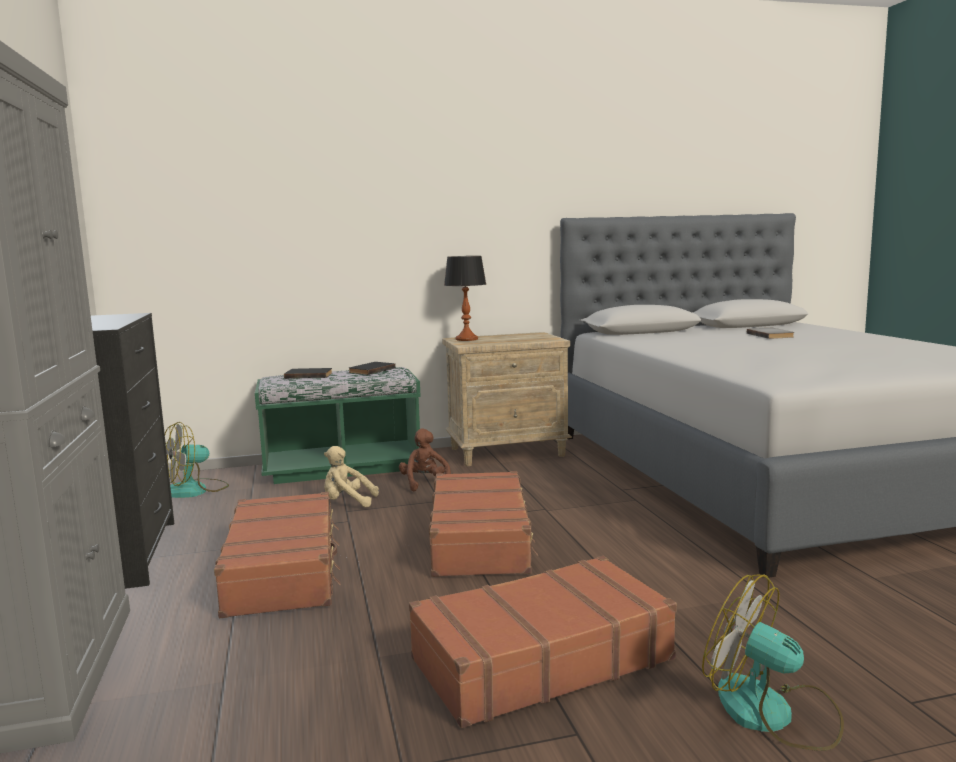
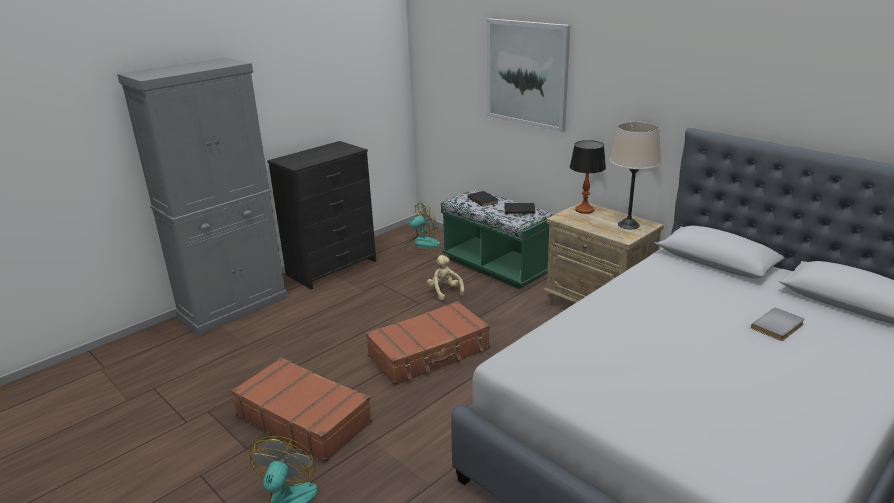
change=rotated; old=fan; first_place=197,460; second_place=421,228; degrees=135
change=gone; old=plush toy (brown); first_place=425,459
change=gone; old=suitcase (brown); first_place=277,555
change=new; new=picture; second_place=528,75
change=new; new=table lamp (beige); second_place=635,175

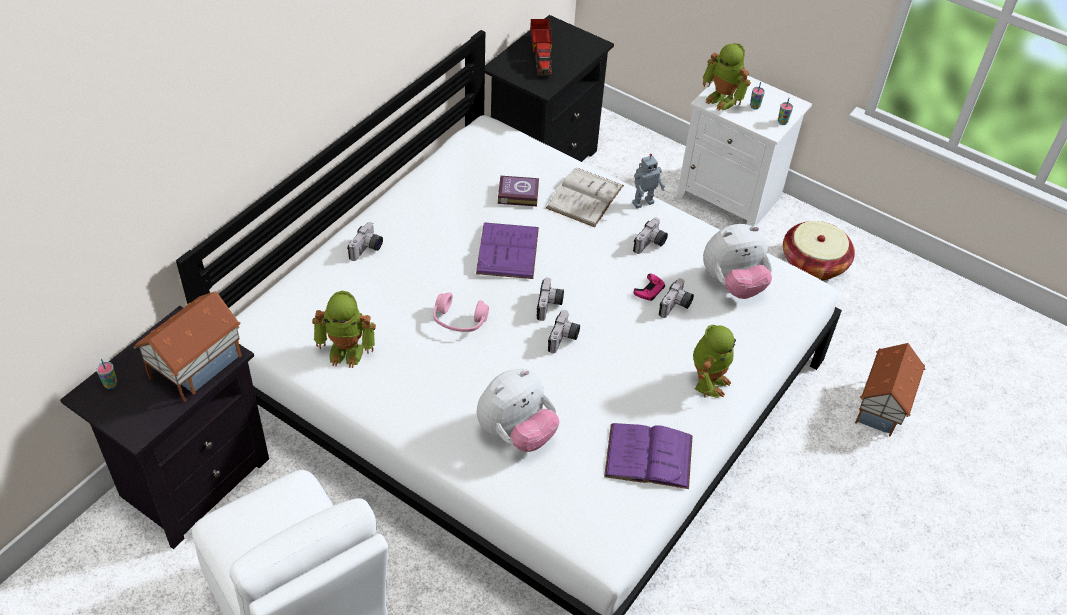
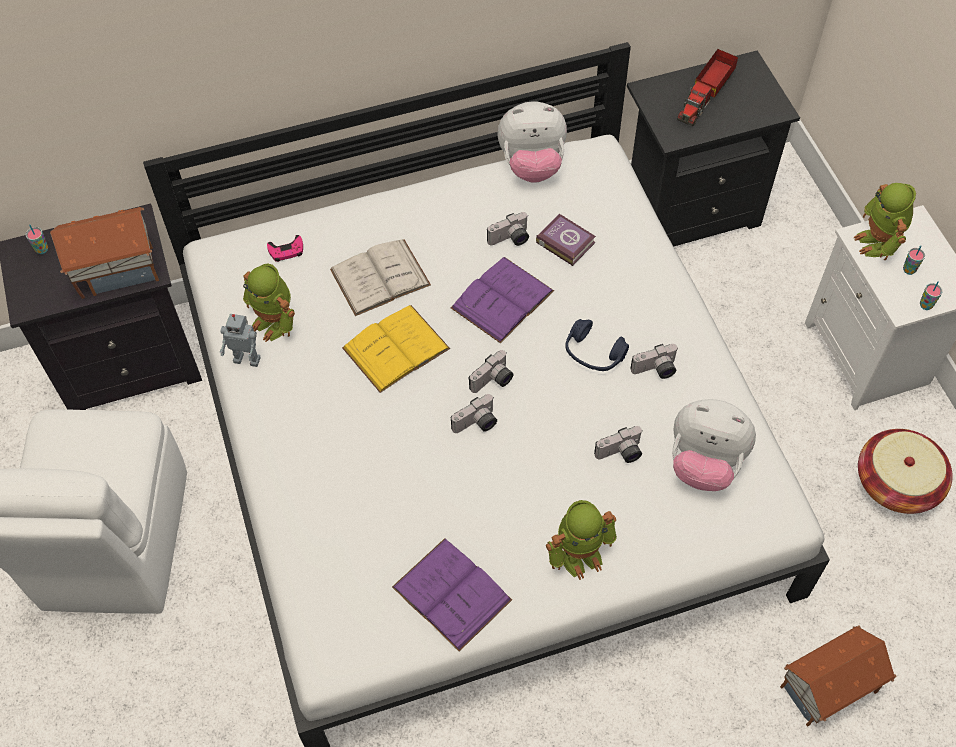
change=shifted; old=toy robot; first_place=648,181; second_place=240,340
change=shifted; old=book (white); first_place=585,197; second_place=380,277
change=shifted; old=photo camera; first_place=365,241; second_place=508,229
change=shifted; old=game controller (pink); first_place=649,287; second_place=285,248
change=swapped; old=headphones (pink); new=book (yellow); first_place=461,312; second_place=396,349
change=shifted; old=plush toy; first_place=518,410; second_place=532,142
change=new; new=headphones (blue); second_place=597,345

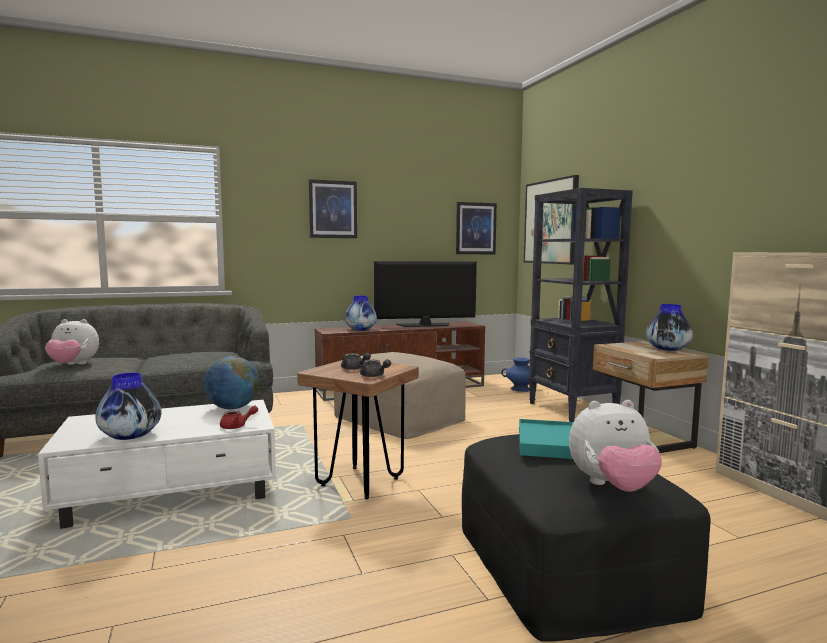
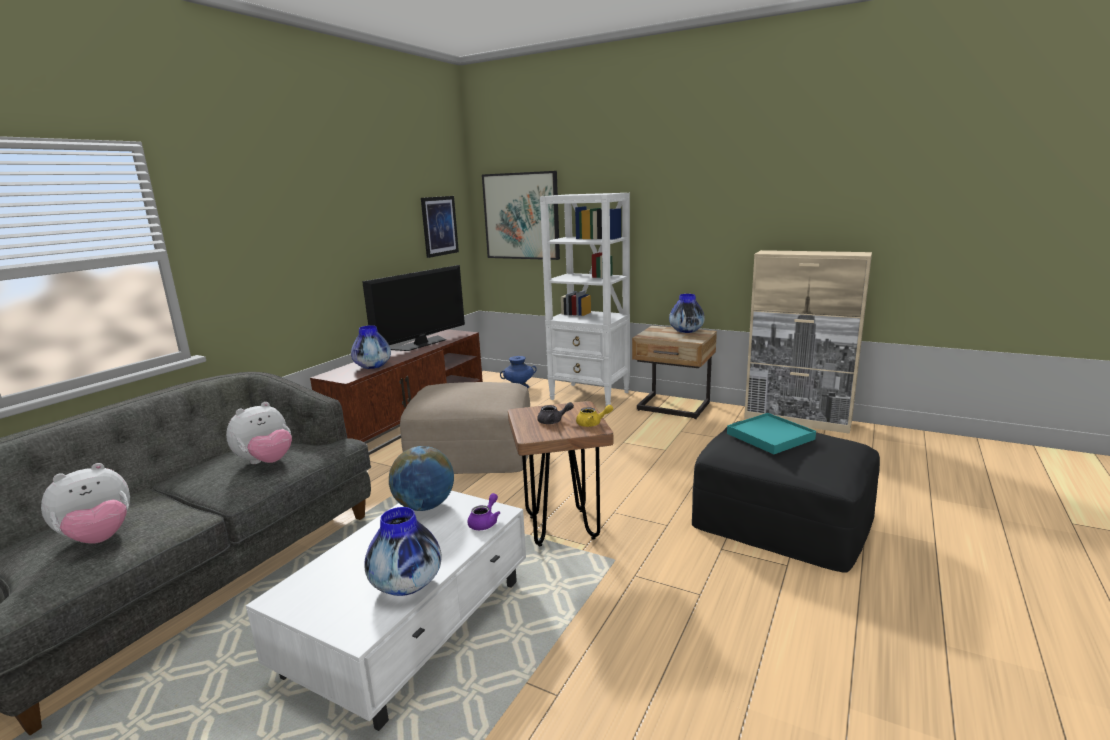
change=gone; old=picture; first_place=333,208
change=repainted; old=bookcase (black); new=bookcase (white); first_place=581,305; second_place=585,299
change=repainted; old=teapot (grey); new=teapot (yellow); first_place=375,368; second_place=594,416
change=shifted; old=plush toy; first_place=615,446; second_place=259,433
change=repainted; old=teapot (red); new=teapot (purple); first_place=239,417; second_place=483,511

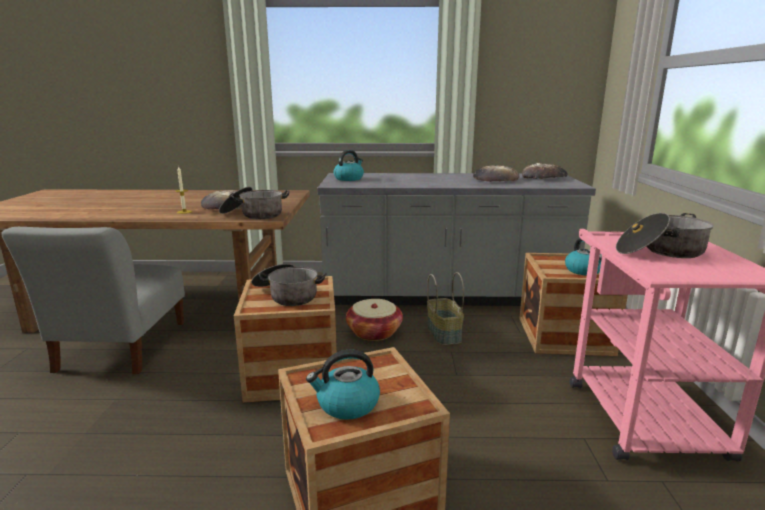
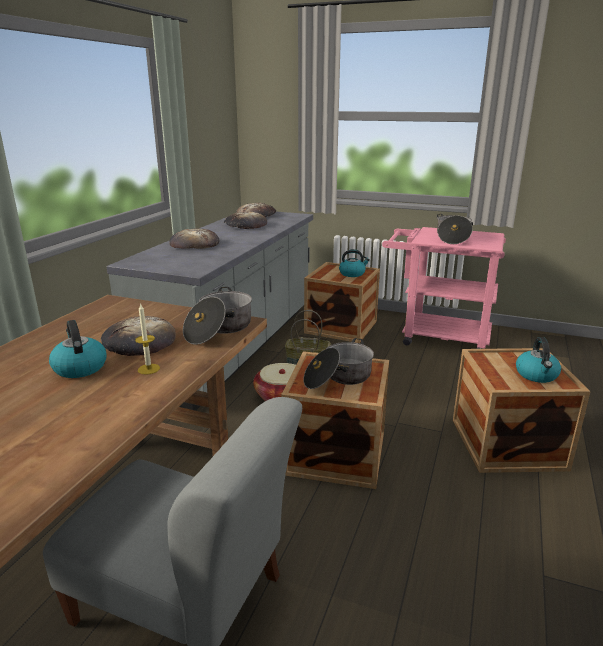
change=shifted; old=kettle; first_place=349,165; second_place=78,349
change=new; new=bread; second_place=194,239

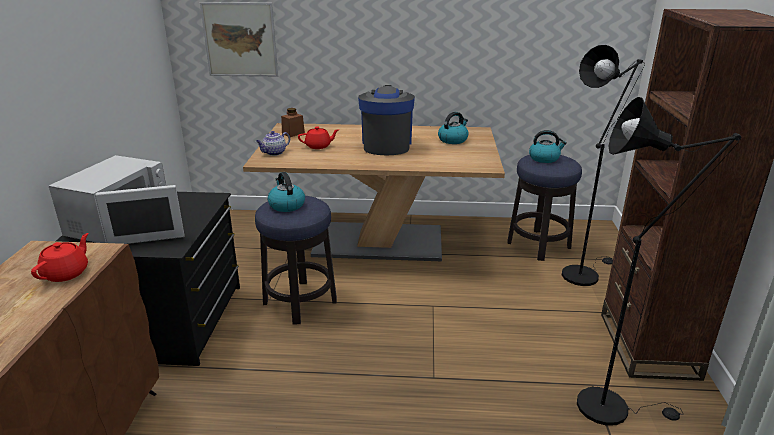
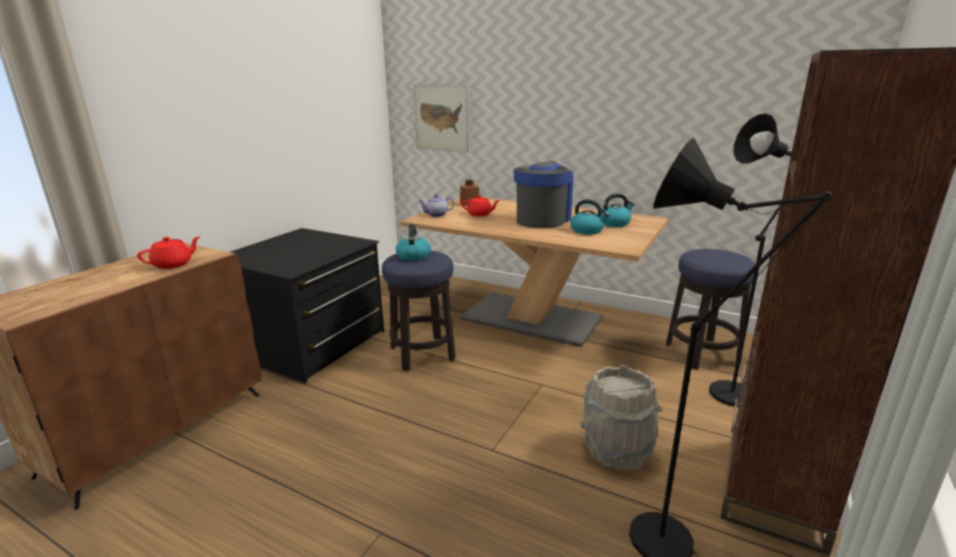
change=shifted; old=kettle; first_place=548,146; second_place=590,216
change=gone; old=microwave (white); first_place=117,199
change=new; new=bucket (grey); second_place=621,417

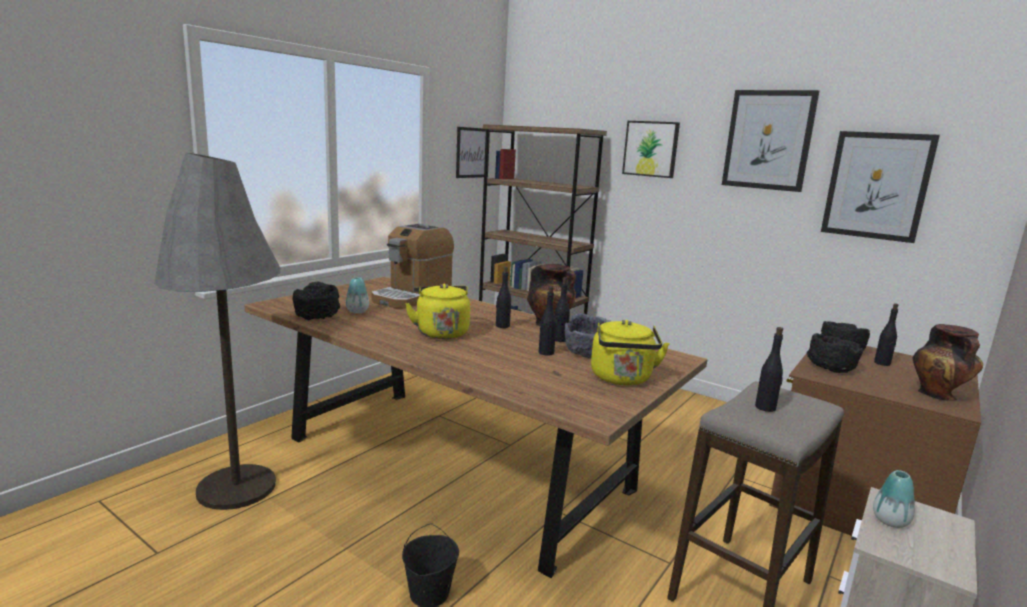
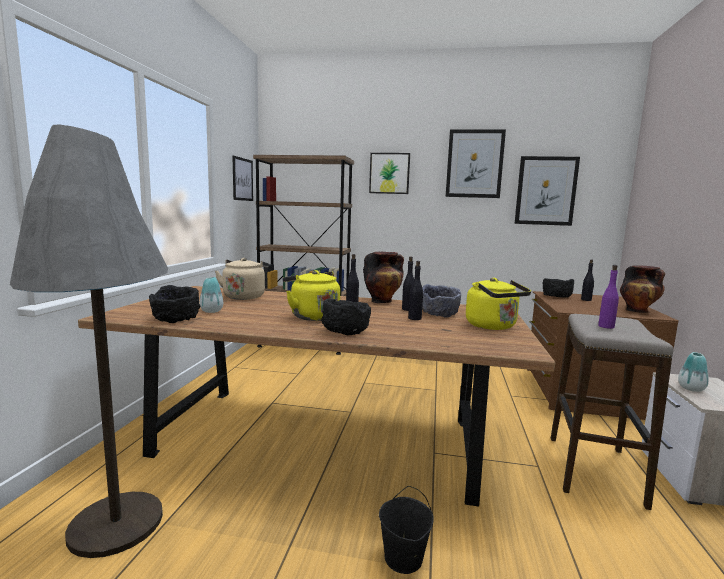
change=swapped; old=coffee machine; new=kettle (beige); first_place=412,266; second_place=242,279
change=repainted; old=bottle (black); new=bottle (purple); first_place=769,369; second_place=608,297
change=shifted; old=bowl (black); first_place=834,353; second_place=346,316

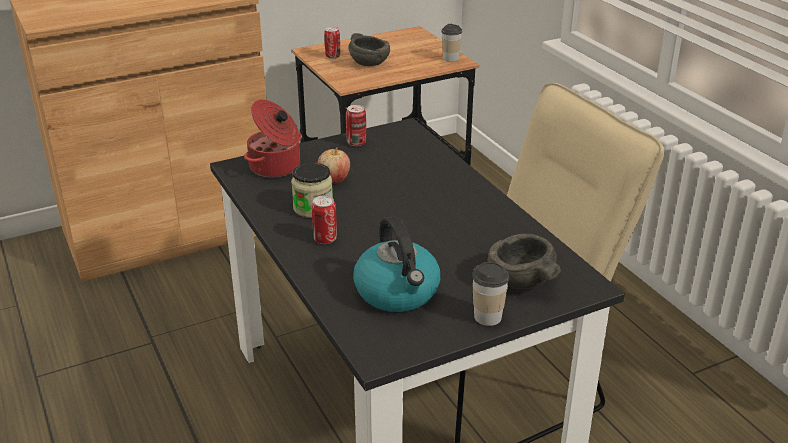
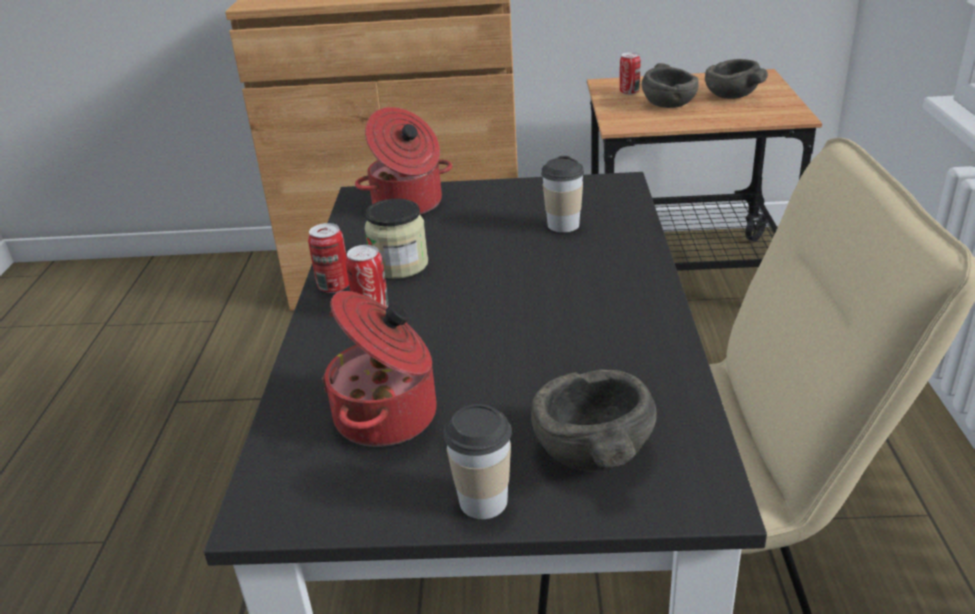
change=shifted; old=cup; first_place=451,43; second_place=562,194
change=shifted; old=can; first_place=356,125; second_place=328,258
change=gone; old=apple; first_place=333,165
change=swapped; old=kettle; new=cooking pot; first_place=396,264; second_place=379,369
change=new; new=bowl (grey); second_place=736,79

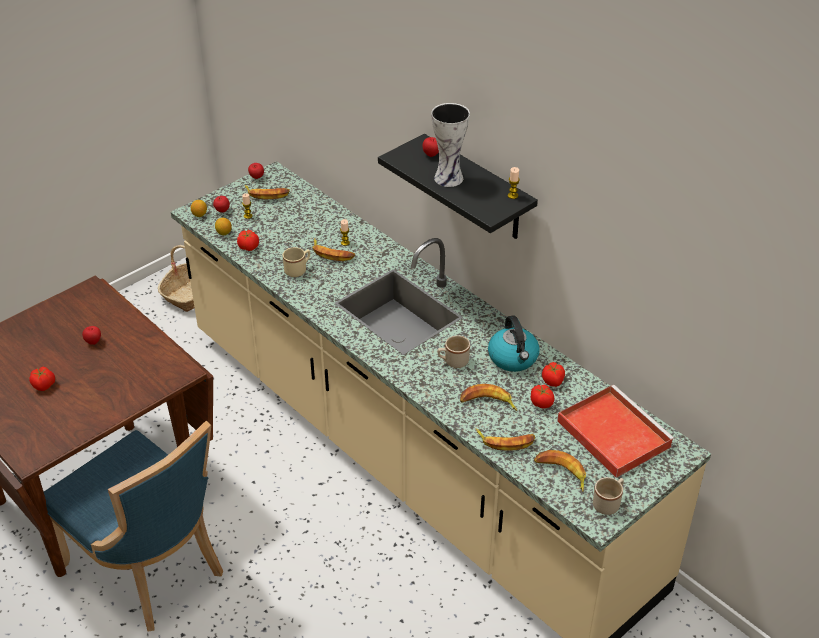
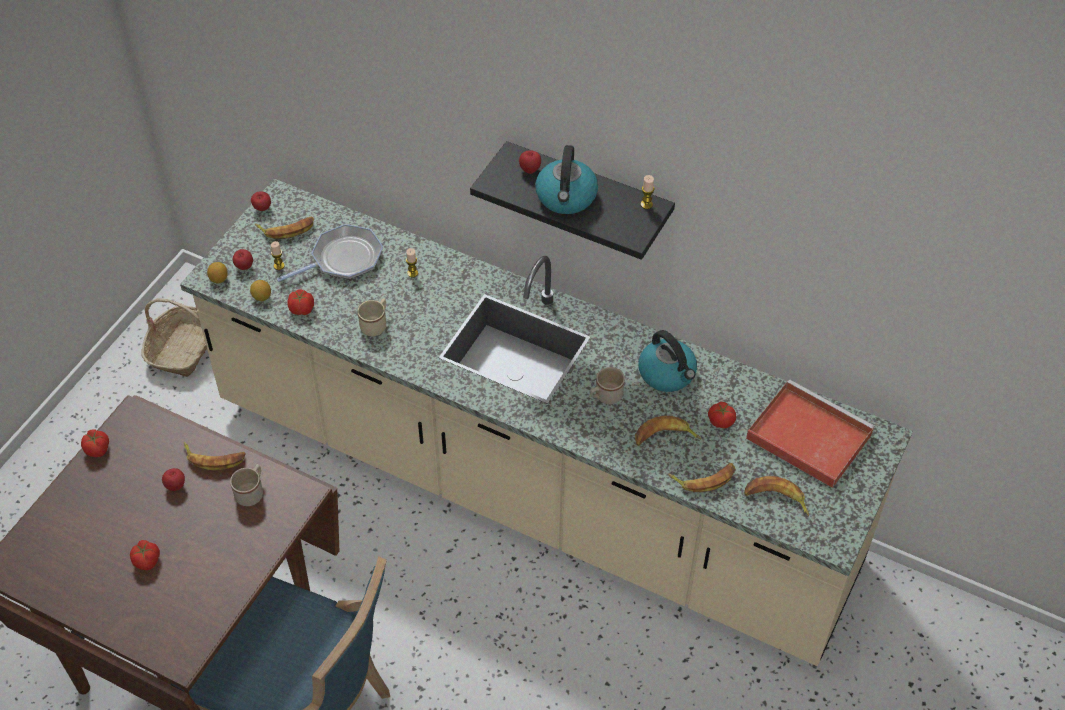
change=swapped; old=vase; new=kettle; first_place=450,145; second_place=566,179
change=shifted; old=banana; first_place=333,249; second_place=215,456
change=shifted; old=tomato; first_place=553,374; second_place=95,443
change=shifted; old=mug (beige); first_place=608,496; second_place=246,485
change=new; new=frying pan; second_place=329,253

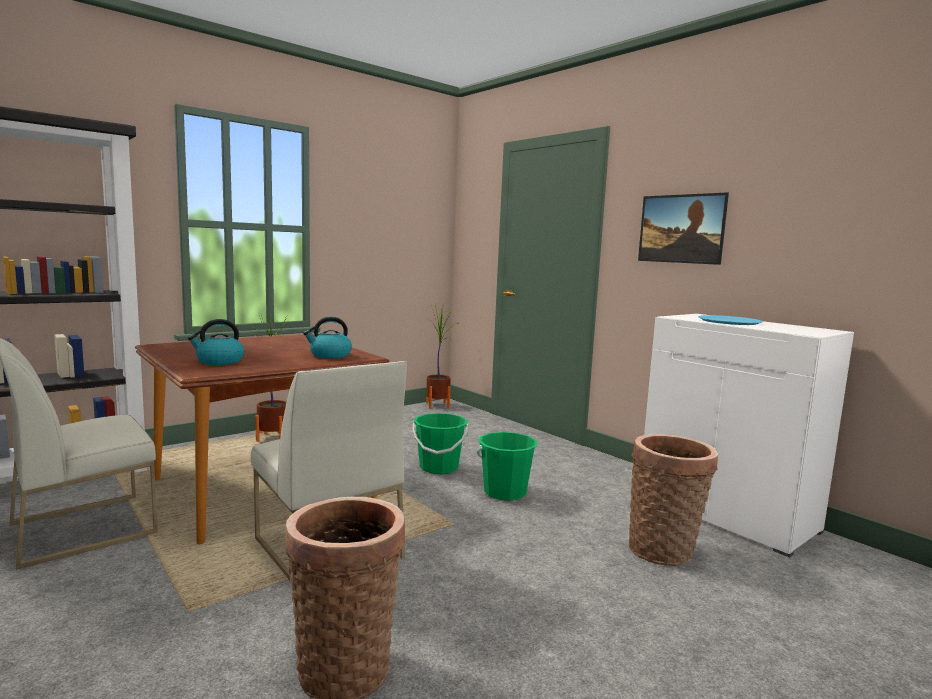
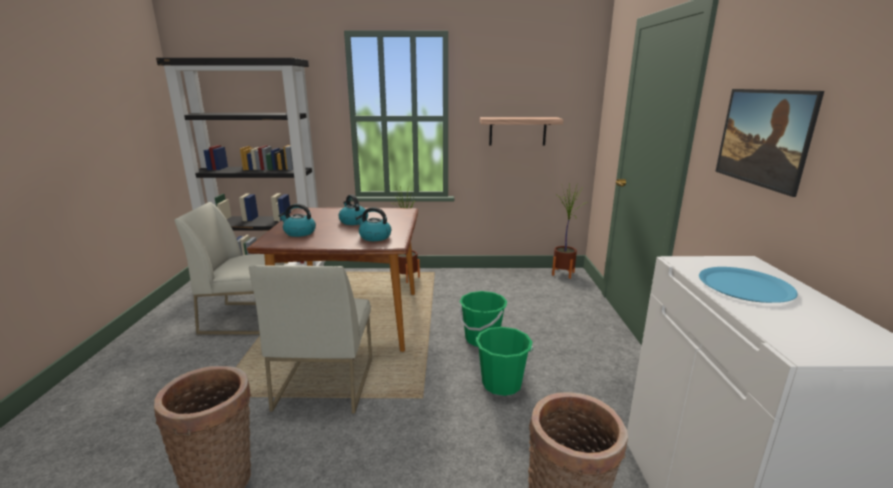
change=new; new=shelf; second_place=521,131
change=new; new=kettle; second_place=353,210

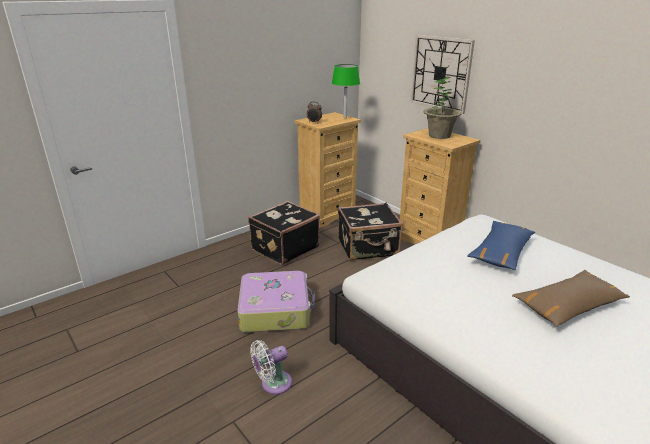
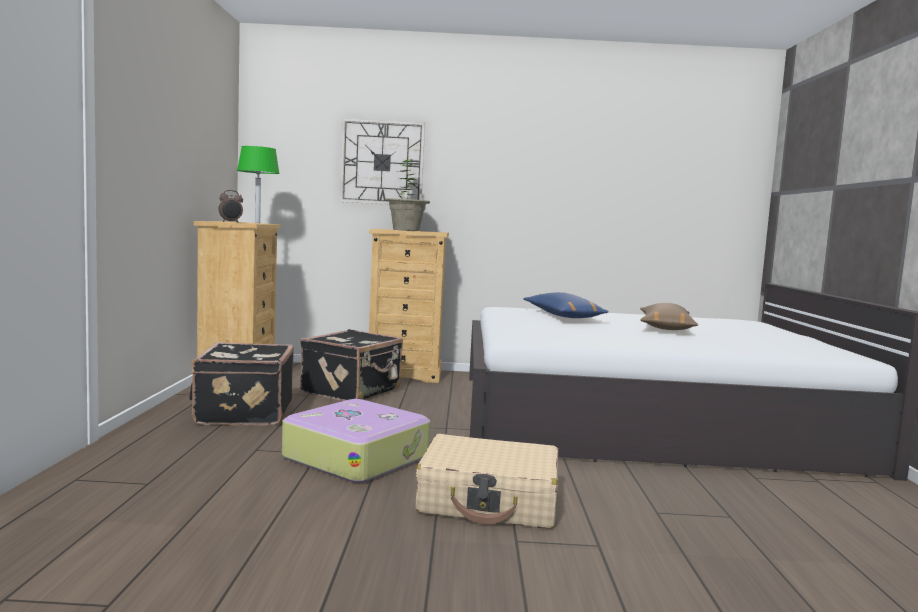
change=swapped; old=fan (white); new=suitcase (beige); first_place=271,367; second_place=487,481

